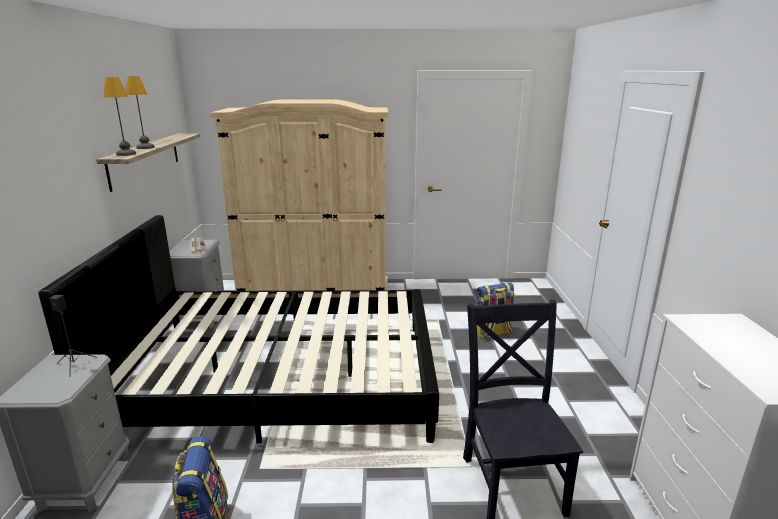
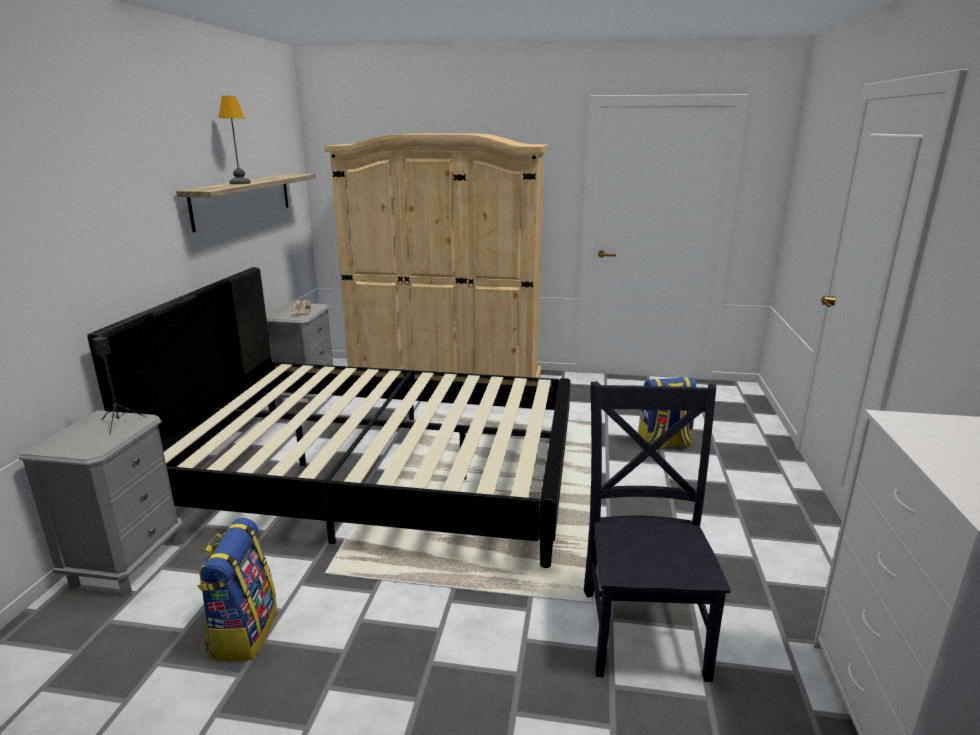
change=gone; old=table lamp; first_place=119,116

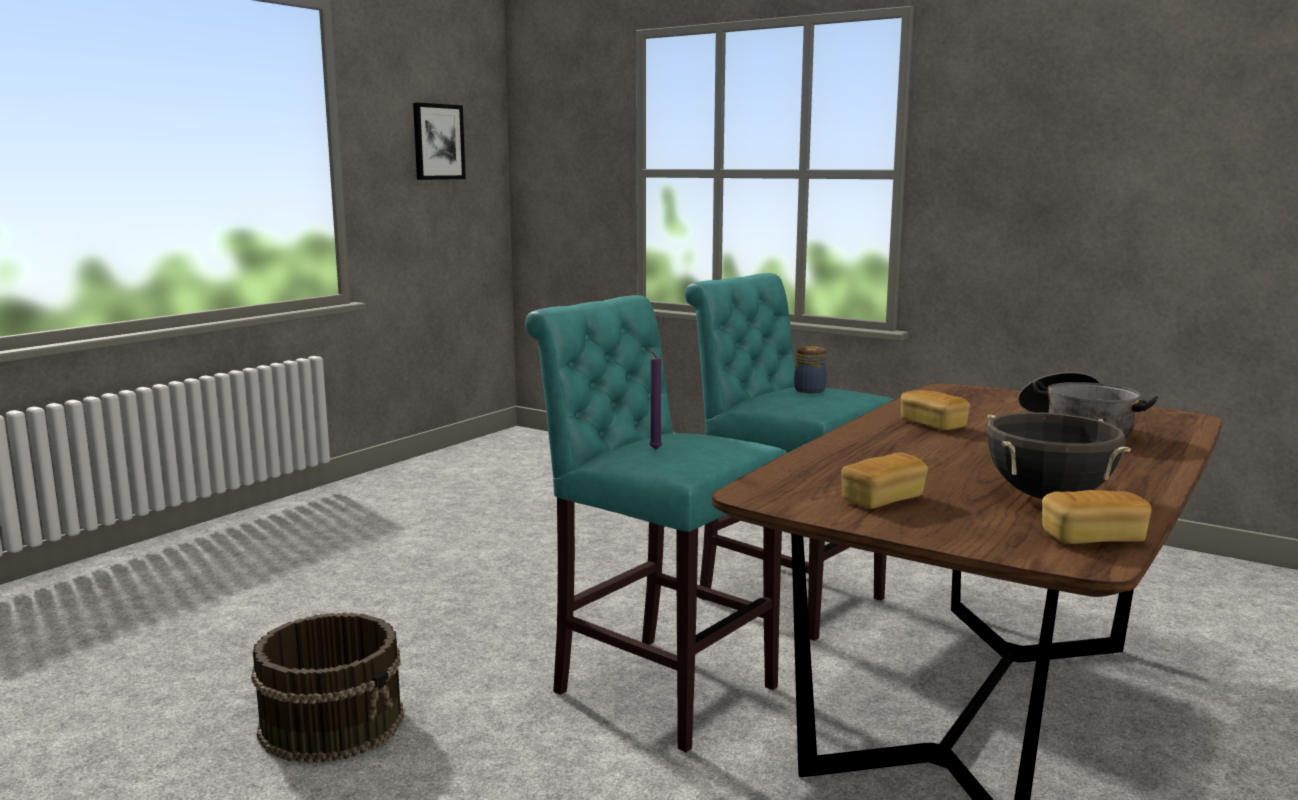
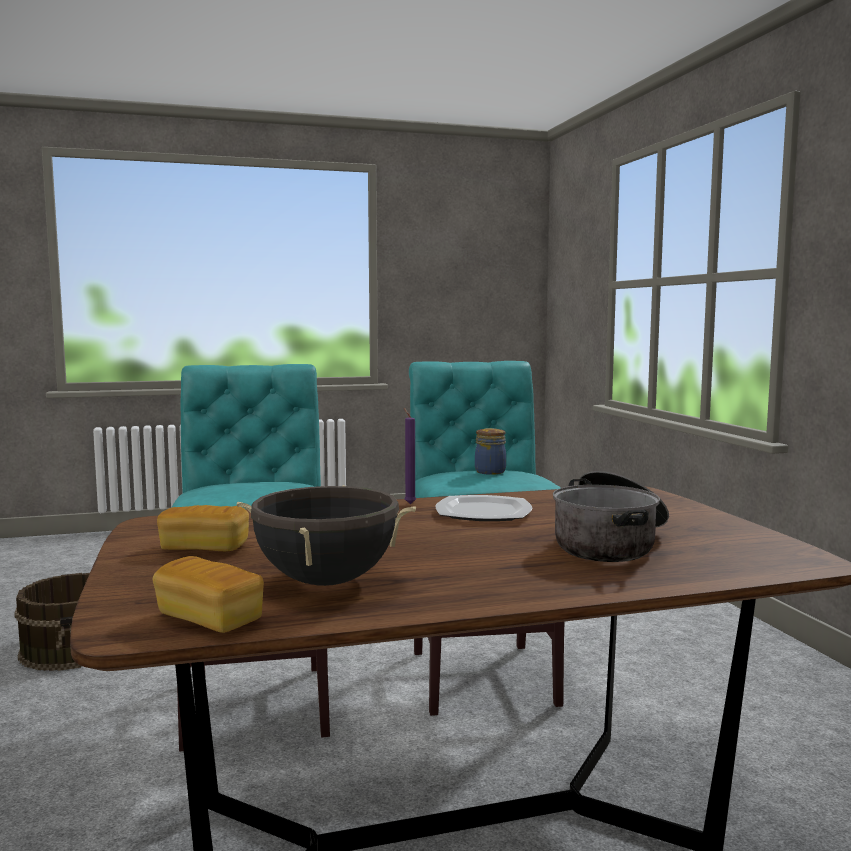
change=gone; old=picture; first_place=439,141
change=shifted; old=candle (purple); first_place=653,399; second_place=410,456
change=swapped; old=bread; new=plate; first_place=935,410; second_place=484,508

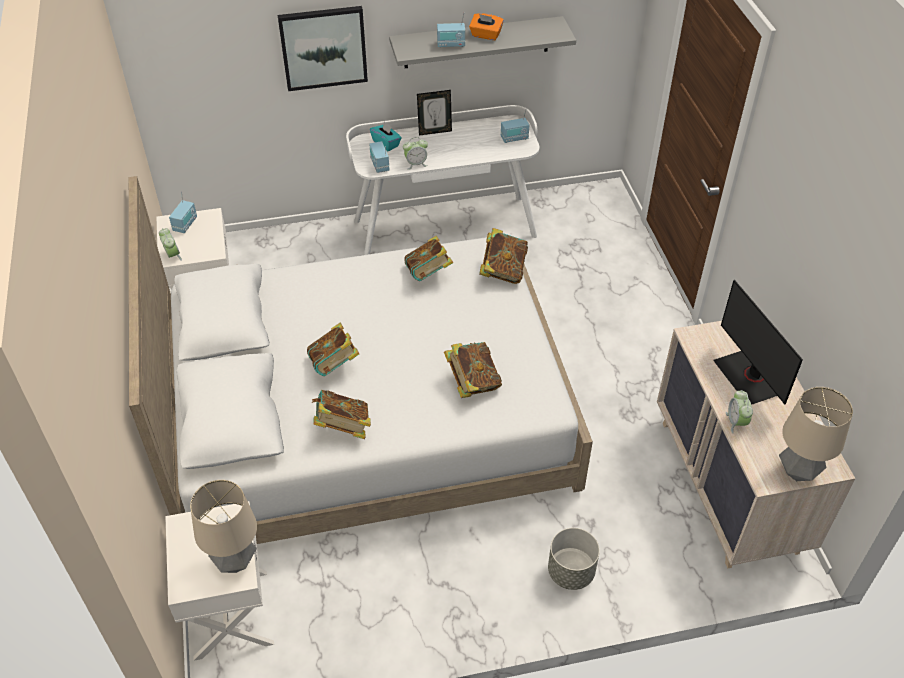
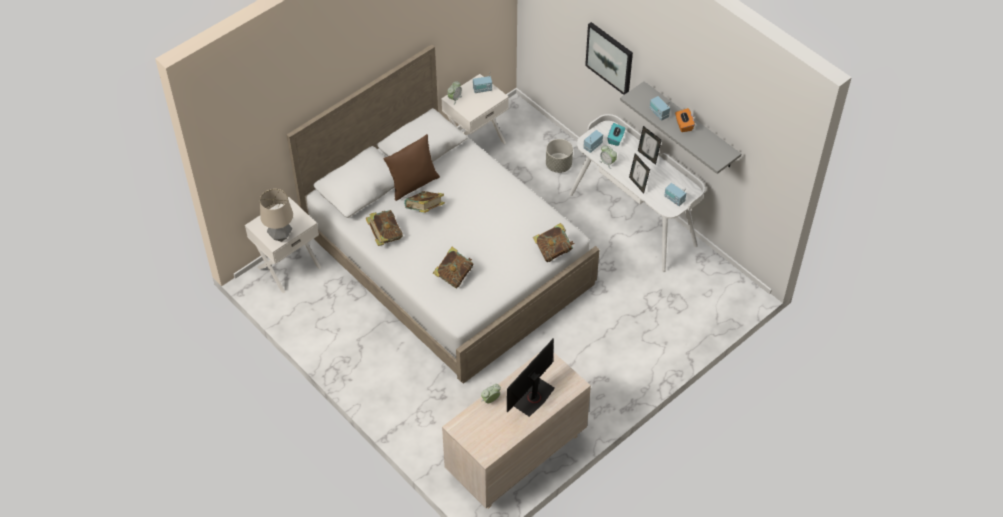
change=gone; old=book; first_place=428,258
change=gone; old=table lamp; first_place=816,434
change=shifted; old=planter (grey); first_place=574,559; second_place=559,156
change=new; new=pillow (brown); second_place=412,167
change=new; new=picture frame; second_place=639,173

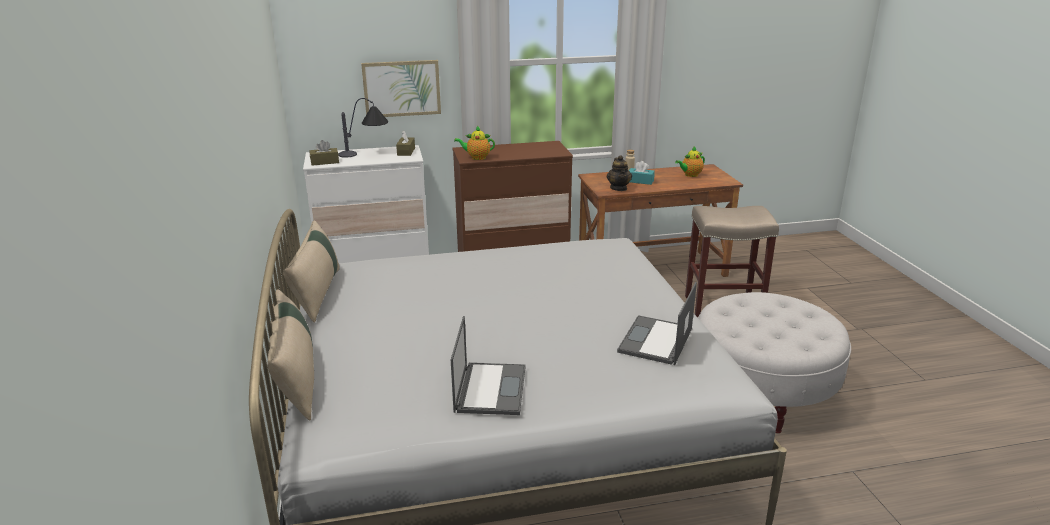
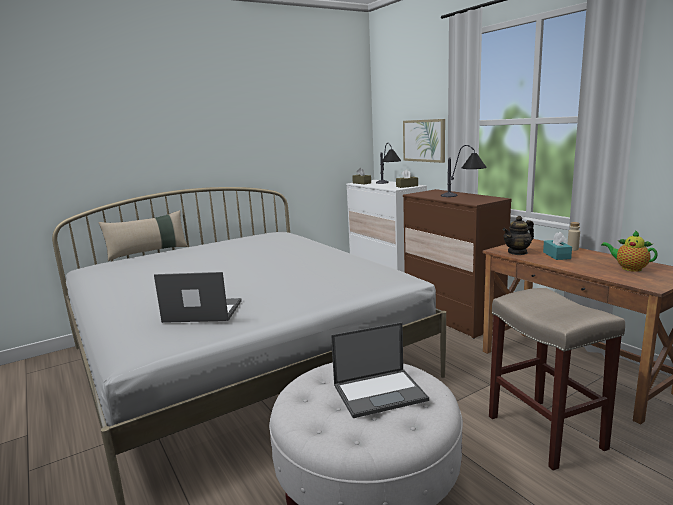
change=gone; old=teapot; first_place=474,143
change=gone; old=pillow (beige); first_place=311,271
change=shifted; old=laptop; first_place=488,365; second_place=380,370
change=new; new=table lamp; second_place=463,171

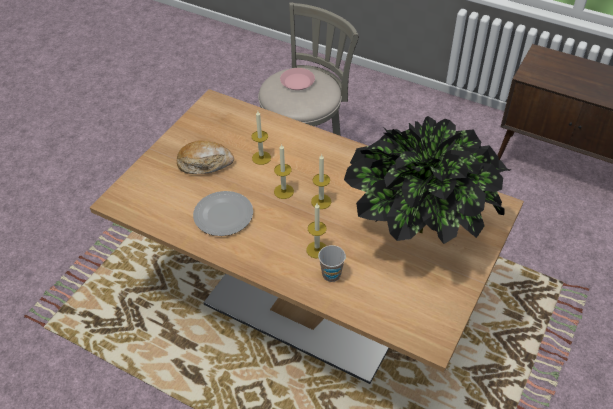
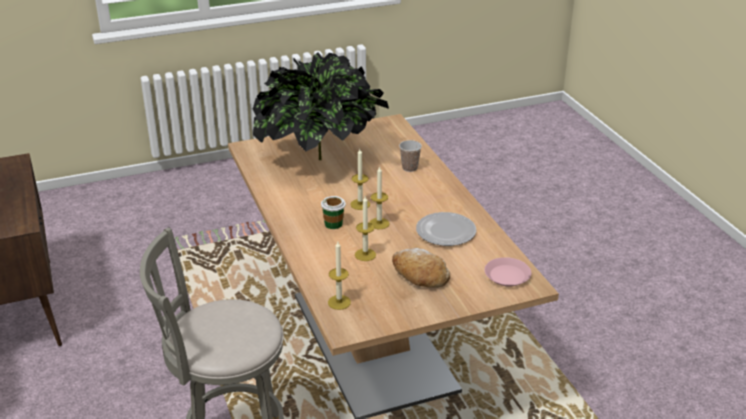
change=shifted; old=plate (pink); first_place=297,79; second_place=507,272
change=shifted; old=candle; first_place=316,230; second_place=339,275
change=new; new=cup; second_place=333,212

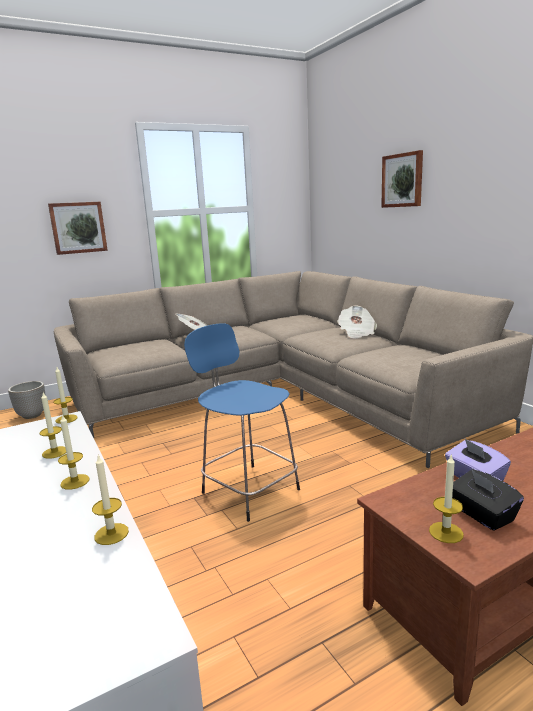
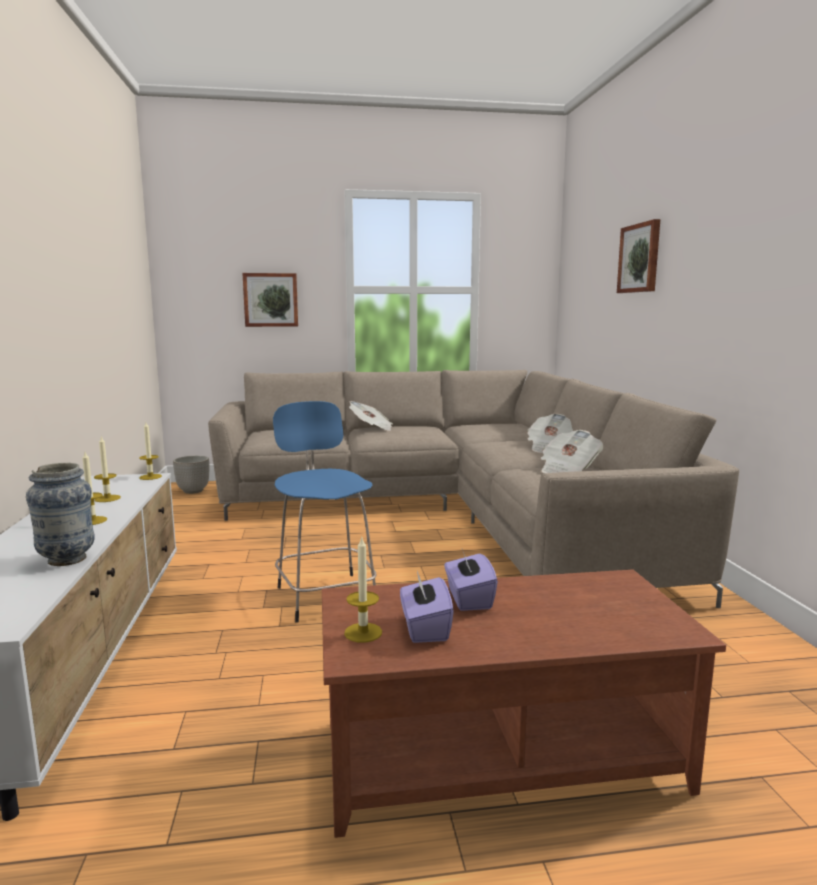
change=swapped; old=candle; new=vase; first_place=110,500; second_place=60,514
change=repainted; old=tissue box (black); new=tissue box (purple); first_place=488,500; second_place=427,607
change=new; new=newspaper; second_place=571,452

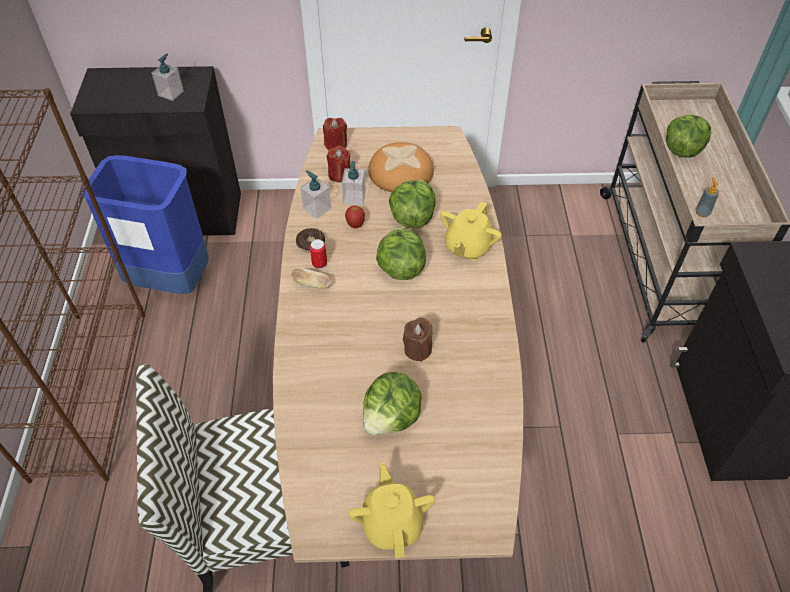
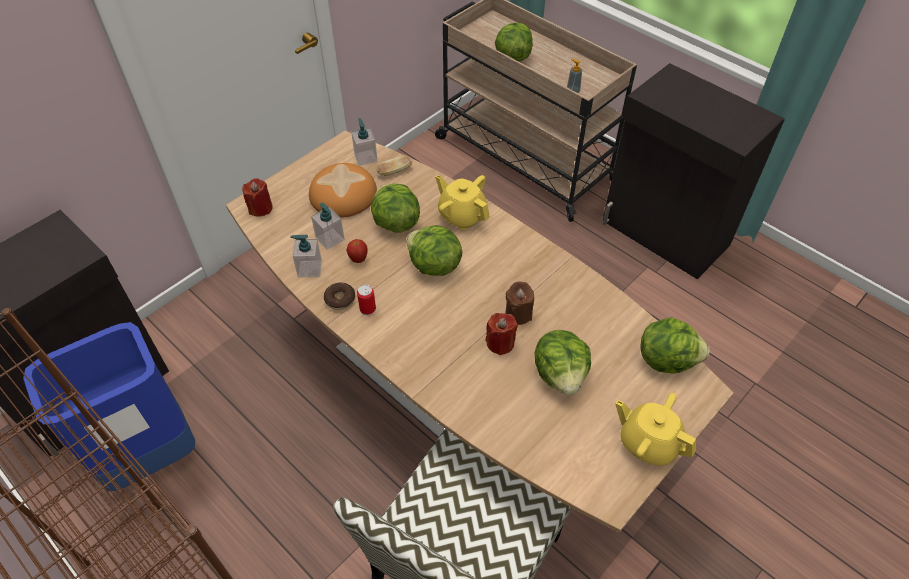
change=shifted; old=soap dispenser; first_place=168,77; second_place=364,142
change=shifted; old=candle (red); first_place=338,164; second_place=501,334
change=rotated; old=teapot (yellow); first_place=471,231; second_place=462,202; degrees=150
change=shifted; old=bread; first_place=311,278; second_place=394,165
change=new; new=lettuce; second_place=675,345

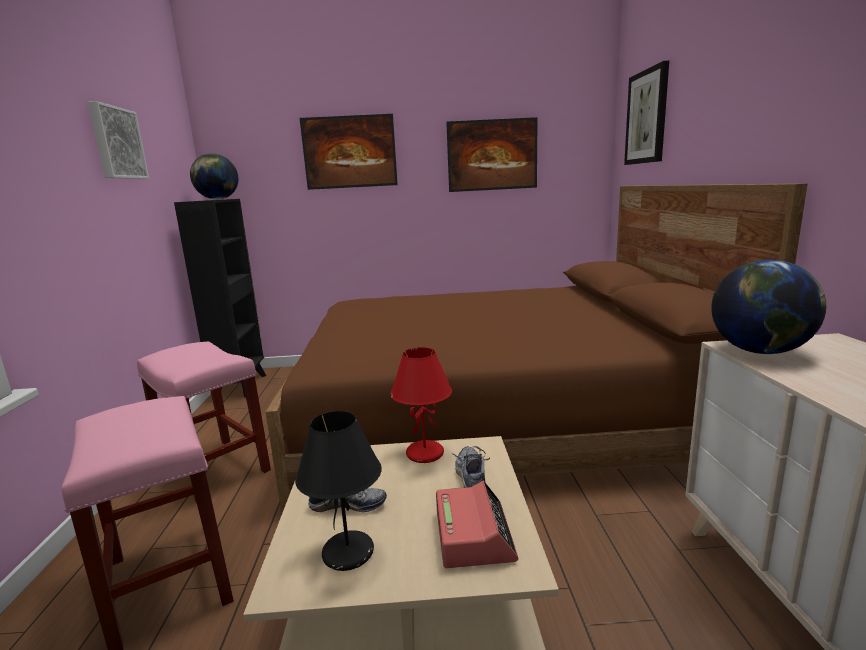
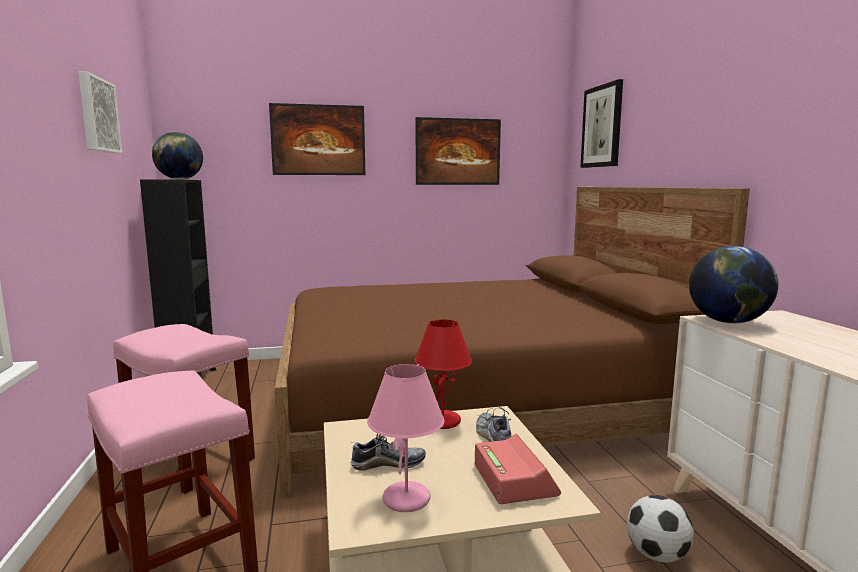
change=repainted; old=table lamp (black); new=table lamp (pink); first_place=338,491; second_place=405,438
change=new; new=football; second_place=660,529

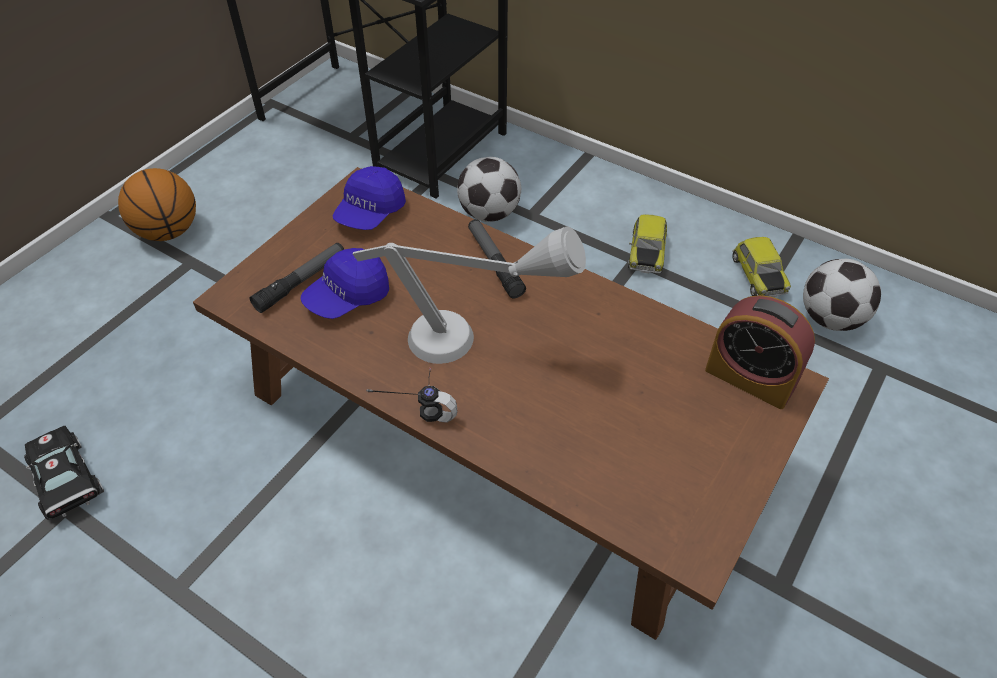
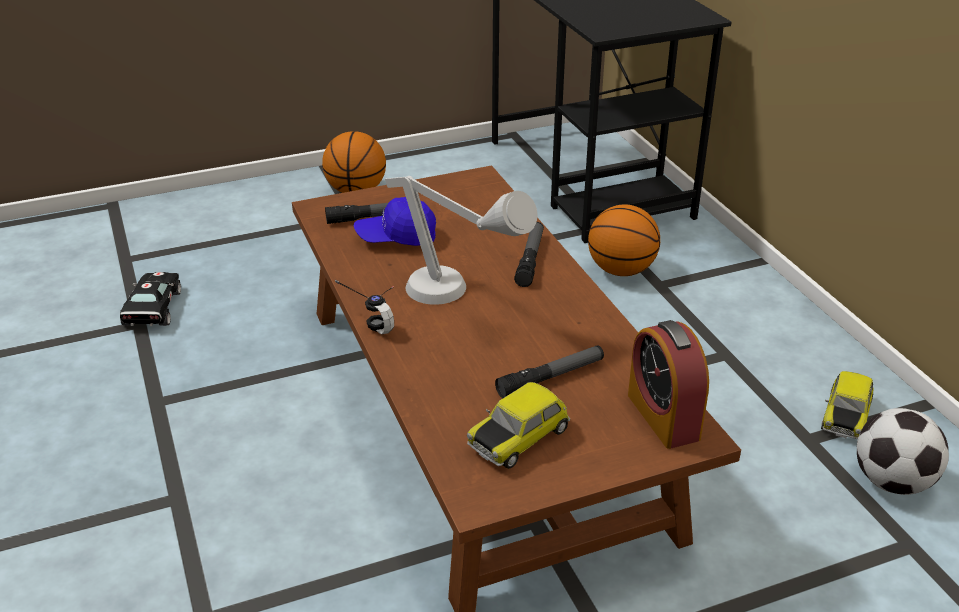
change=swapped; old=football; new=basketball; first_place=489,189; second_place=624,240
change=gone; old=cap (blue); first_place=369,198
change=shifted; old=toy car; first_place=647,244; second_place=518,425
change=new; new=flashlight; second_place=549,372

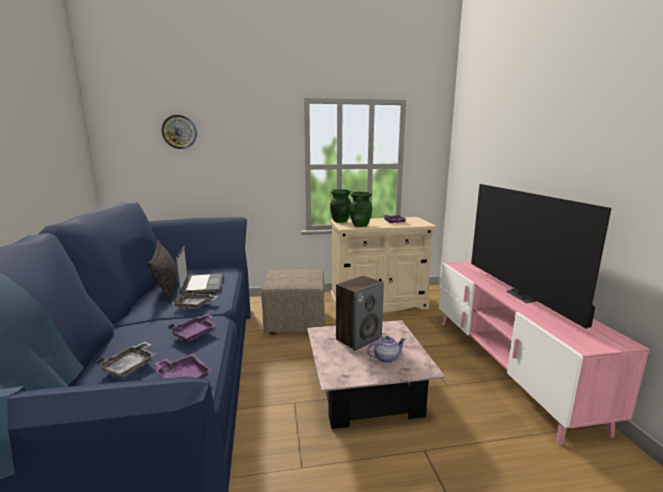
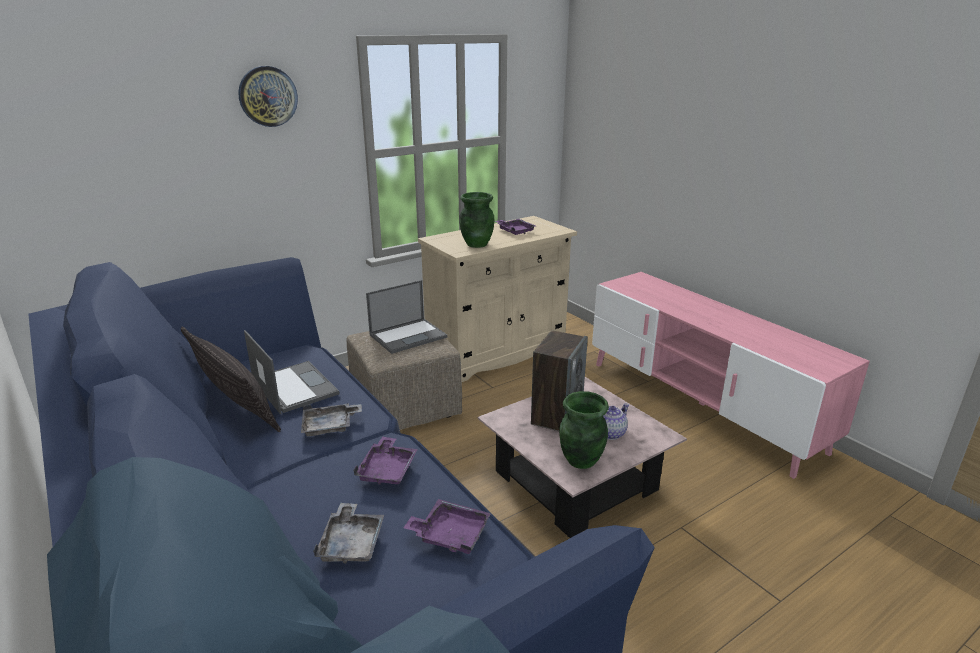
change=shifted; old=wall clock; first_place=179,132; second_place=268,96
change=gone; old=television; first_place=541,256
change=shifted; old=vase (green); first_place=340,206; second_place=584,430
change=new; new=laptop; second_place=406,317

